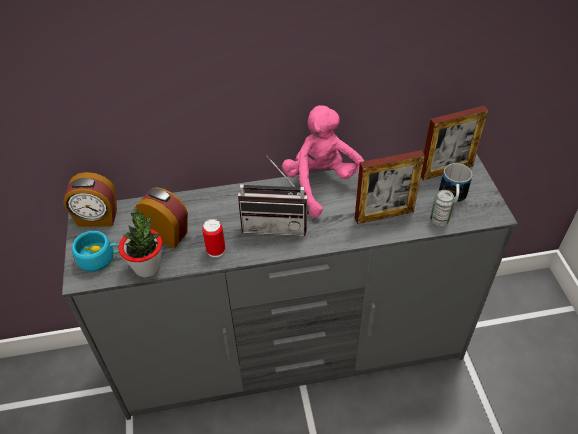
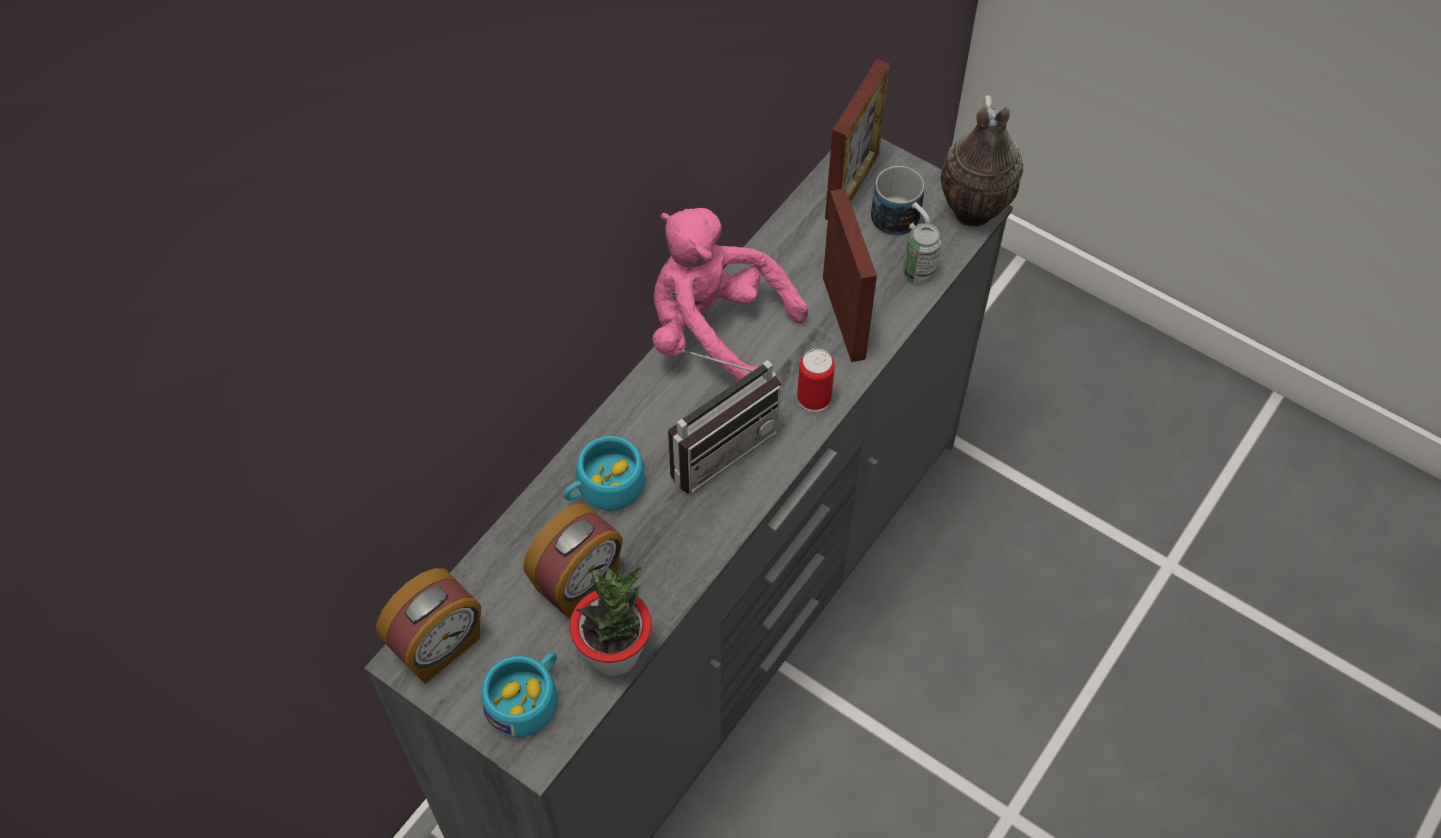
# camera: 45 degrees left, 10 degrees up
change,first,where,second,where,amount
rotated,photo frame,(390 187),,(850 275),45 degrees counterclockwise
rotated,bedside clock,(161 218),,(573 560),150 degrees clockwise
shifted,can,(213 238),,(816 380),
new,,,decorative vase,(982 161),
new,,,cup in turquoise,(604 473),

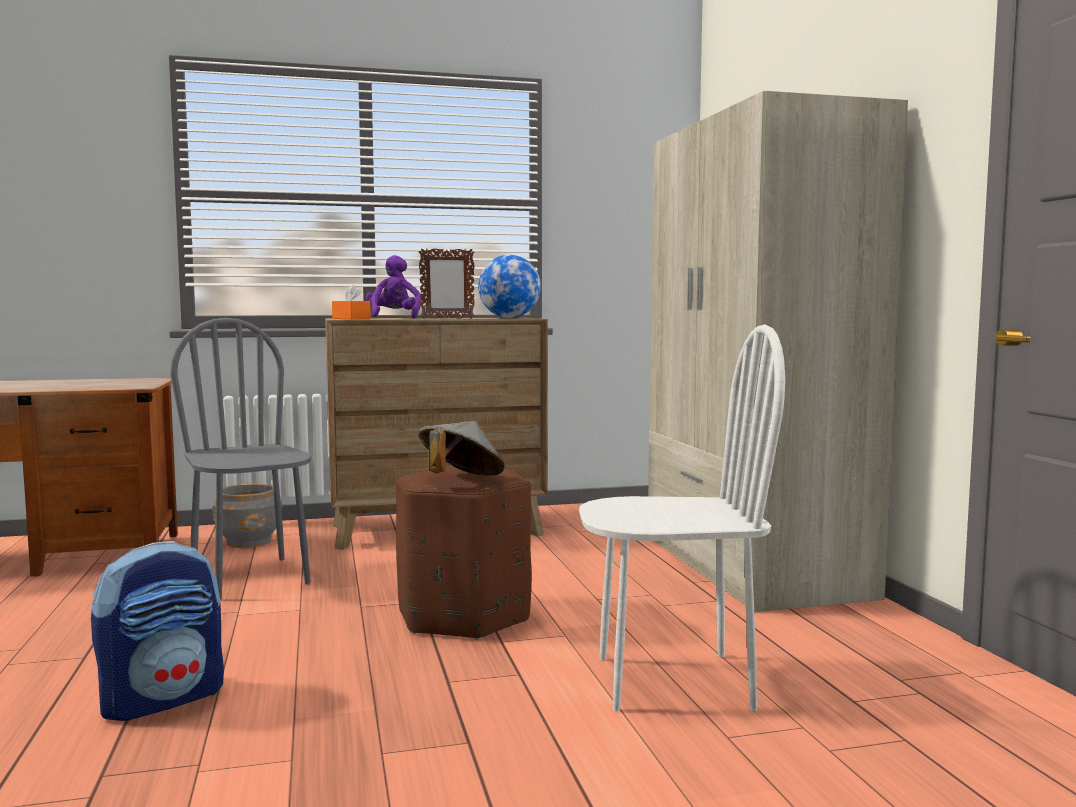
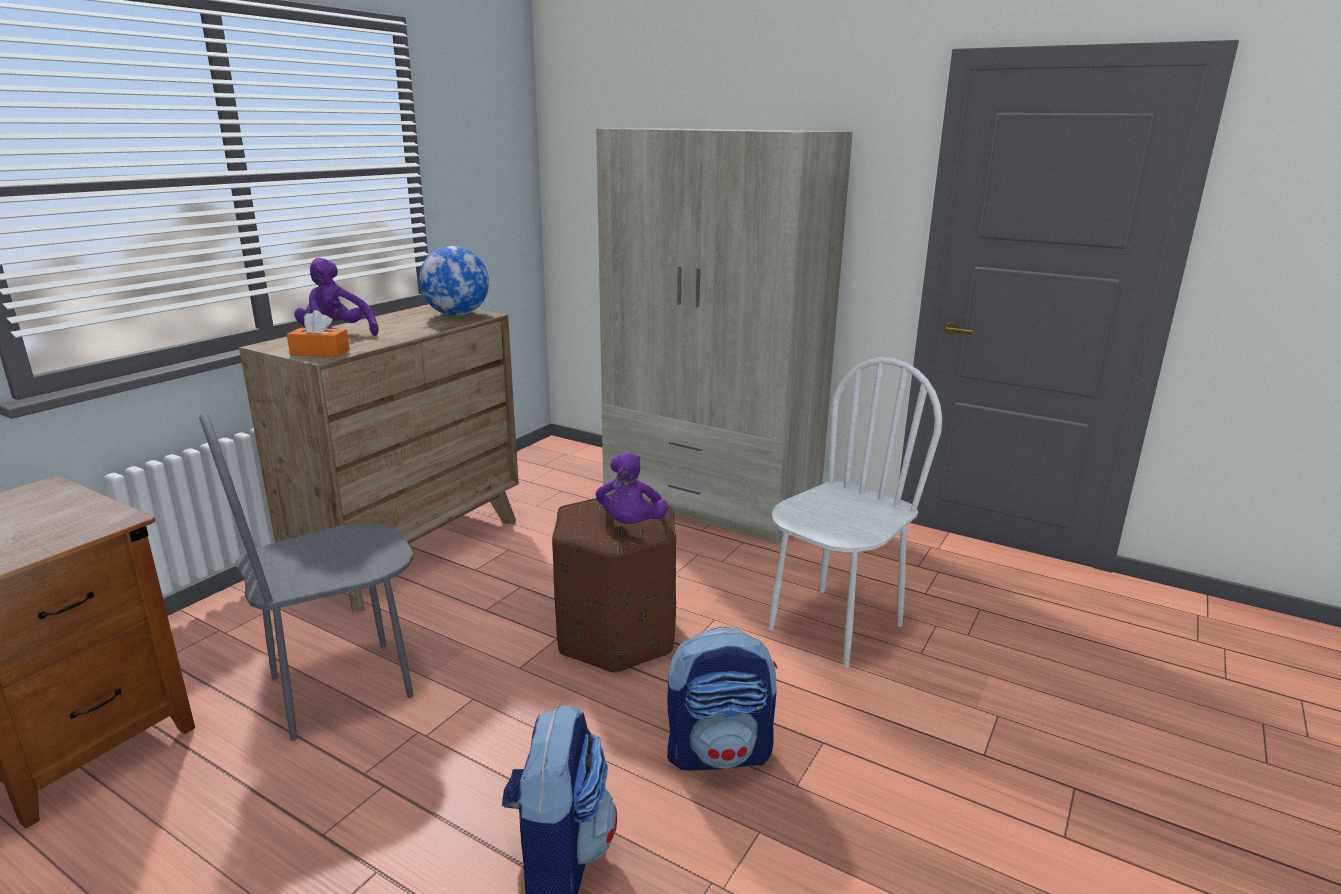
# camera: 45 degrees left, 15 degrees up
change,first,where,second,where,amount
gone,photo frame,(446 283),,,
rotated,chair in greyish,(241 458),,(306 577),45 degrees counterclockwise
swapped,clothing hat in greyish,(461 448),cuddly toy in purple,(632 488),
gone,plant pot in greyish,(247 516),,,
new,,,rucksack,(722 699),

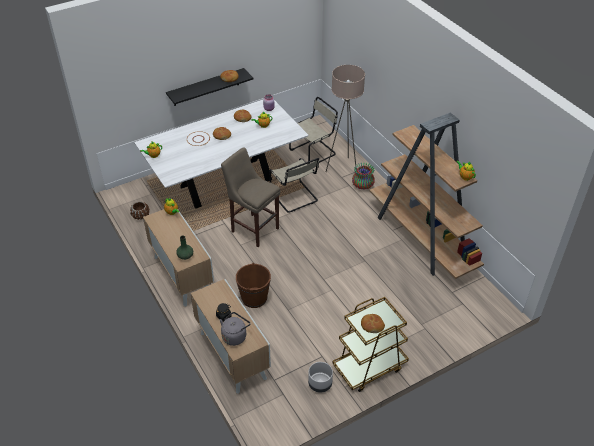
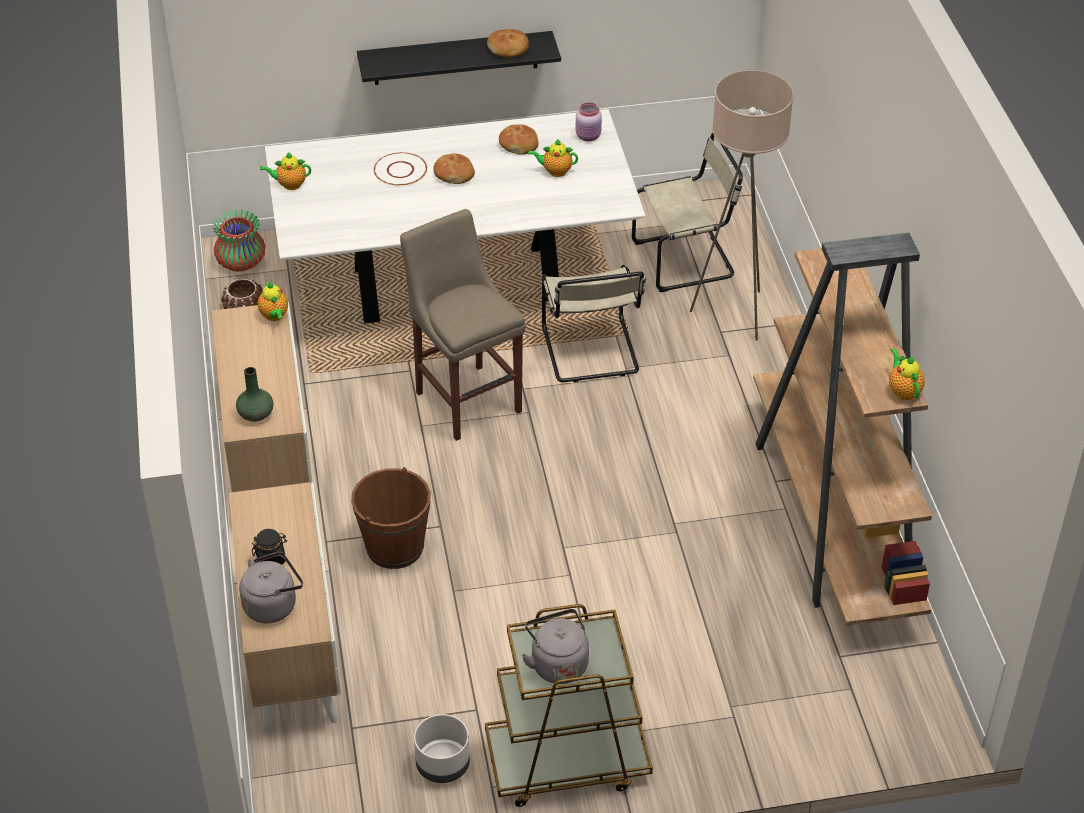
# camera: 20 degrees right, 0 degrees up
change,first,where,second,where,amount
shifted,decorative vase,(363 175),,(239 240),
swapped,bakery bread,(373 323),kettle in greyish,(555 646),

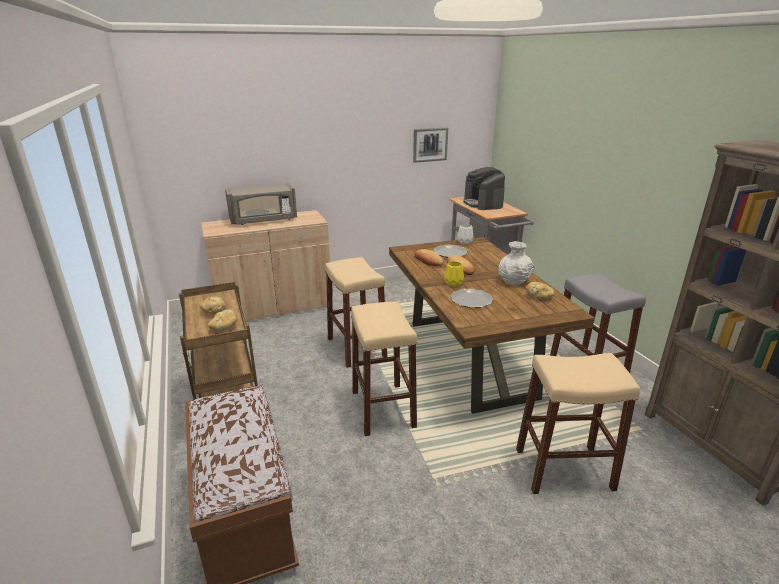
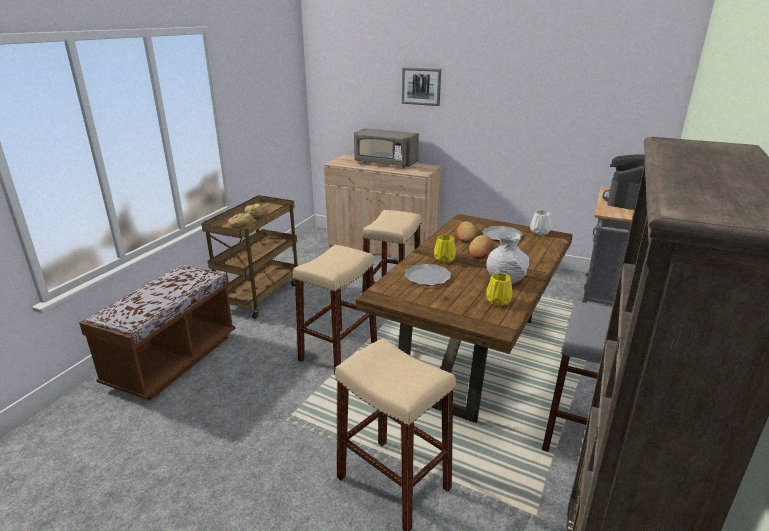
# camera: 45 degrees right, 0 degrees up
change,first,where,second,where,amount
shifted,wall art,(430 145),,(421 86),
swapped,bakery bread,(540 290),decorative vase in yellow,(499 289),

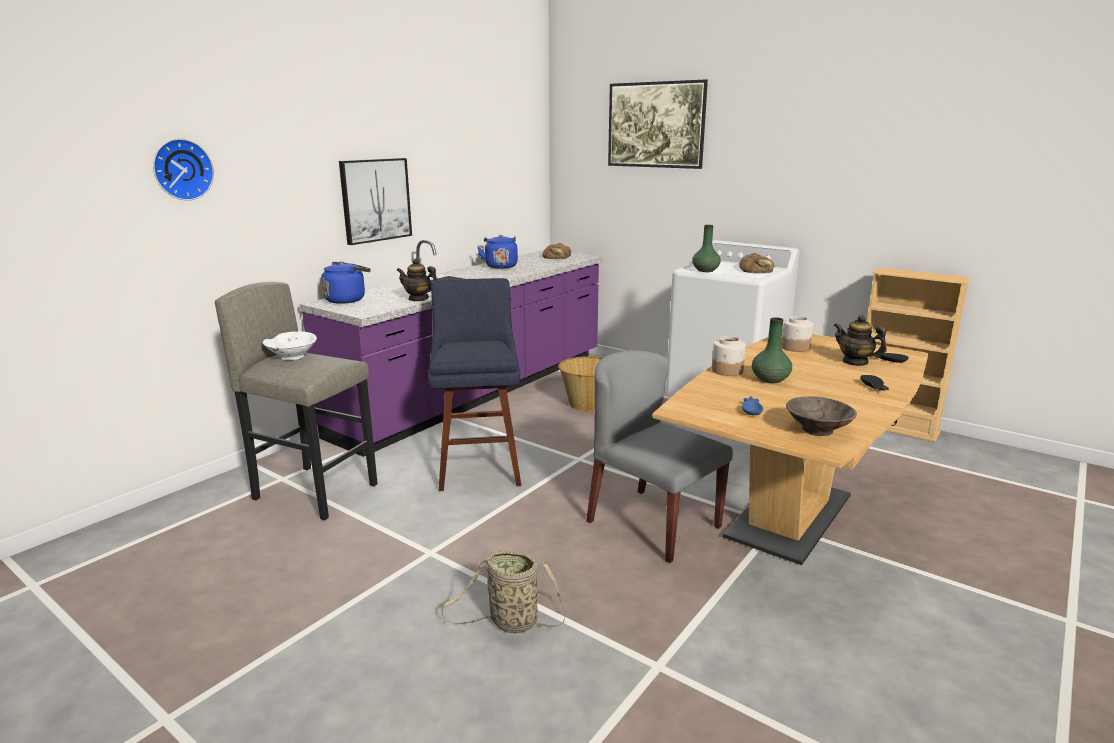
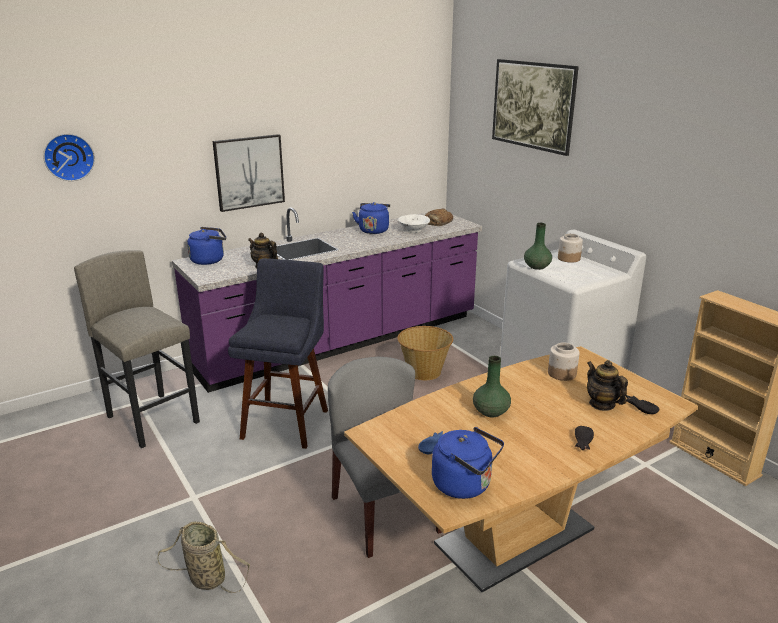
# camera: 20 degrees right, 5 degrees up
change,first,where,second,where,amount
gone,bakery bread,(756 263),,,
shifted,bowl in white-coloured,(290 345),,(414 223),
shifted,jar,(729 356),,(570 248),
swapped,bowl in brownish,(821 416),kettle in blue,(468 463),

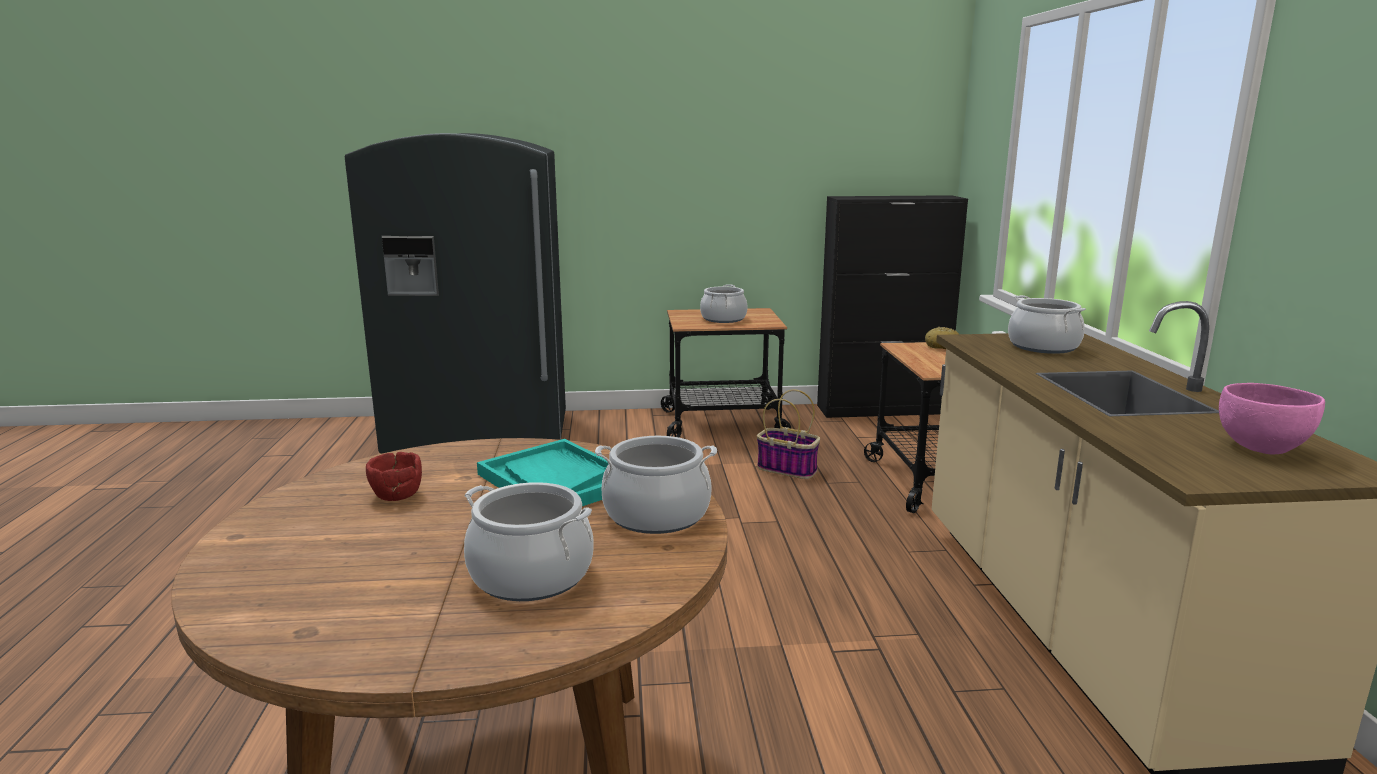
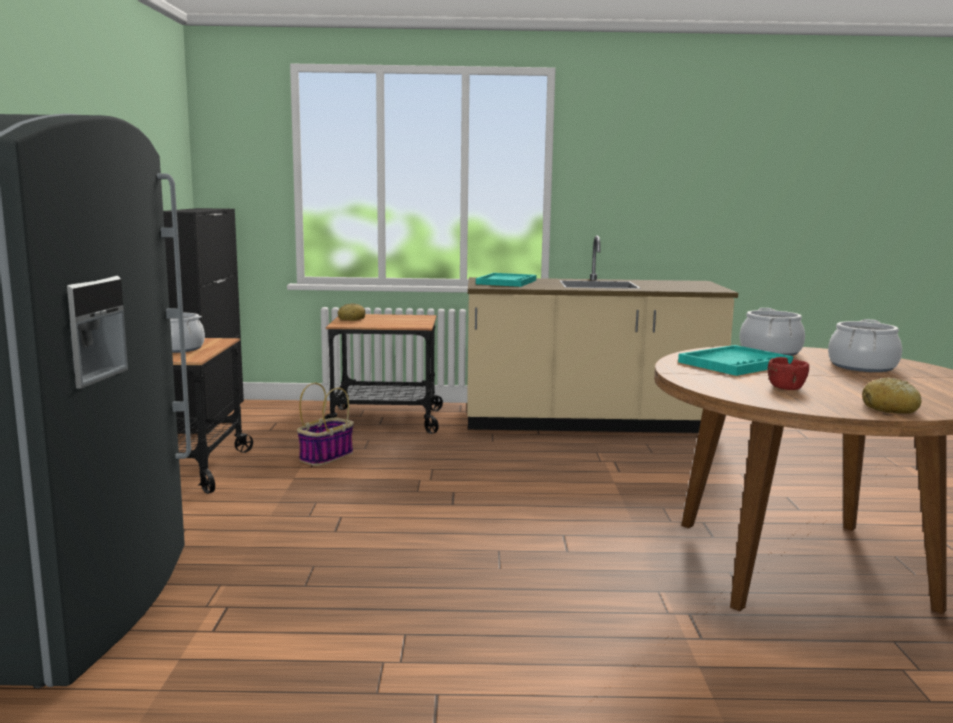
# camera: 85 degrees left, 5 degrees down
change,first,where,second,where,amount
swapped,stockpot,(1047 324),carrying tray in turquoise,(506 280),
gone,bowl in pink,(1272 418),,,
new,,,bakery bread,(892 395),

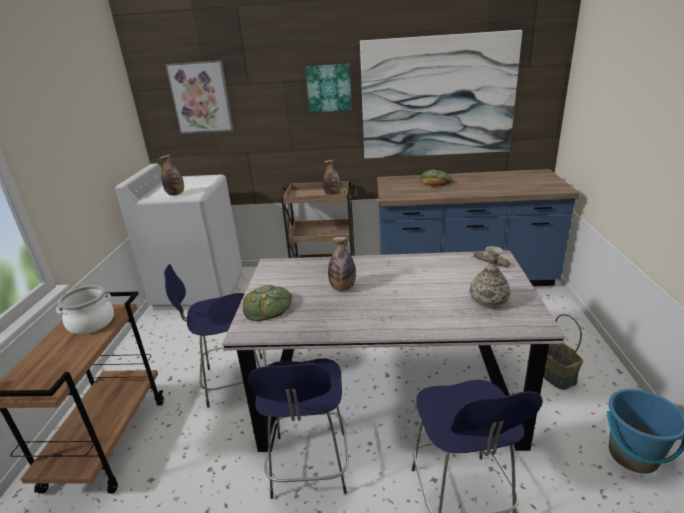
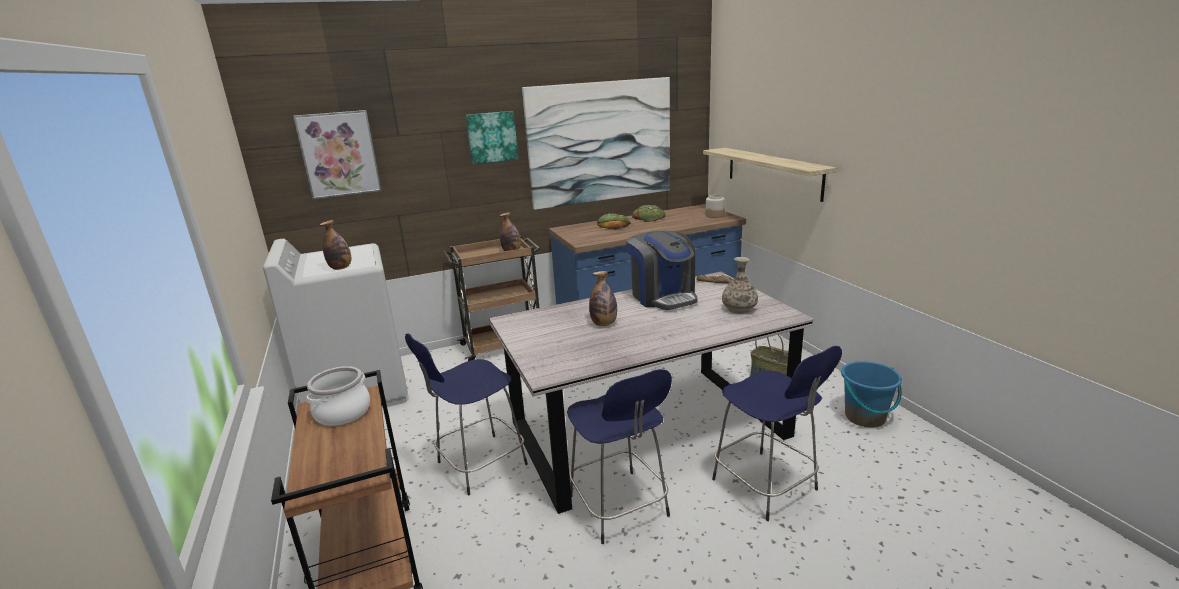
# camera: 25 degrees left, 5 degrees down
change,first,where,second,where,amount
shifted,bakery bread,(267 303),,(648 213),
new,,,bracket shelf,(770 175),
new,,,jar,(715 206),
new,,,coffee machine,(662 270),

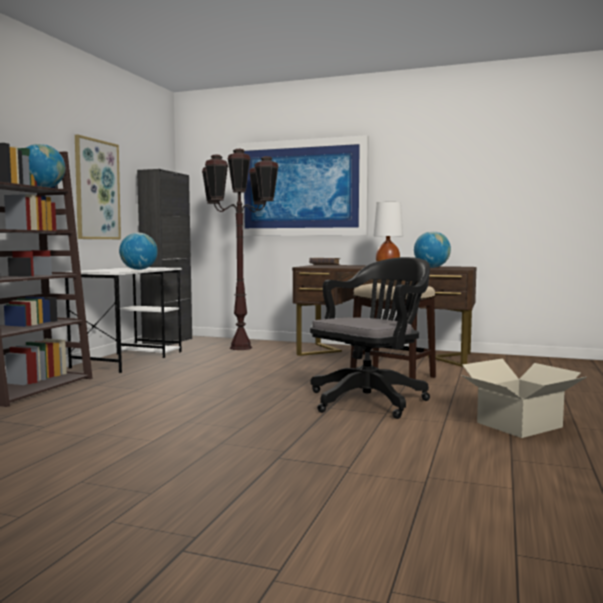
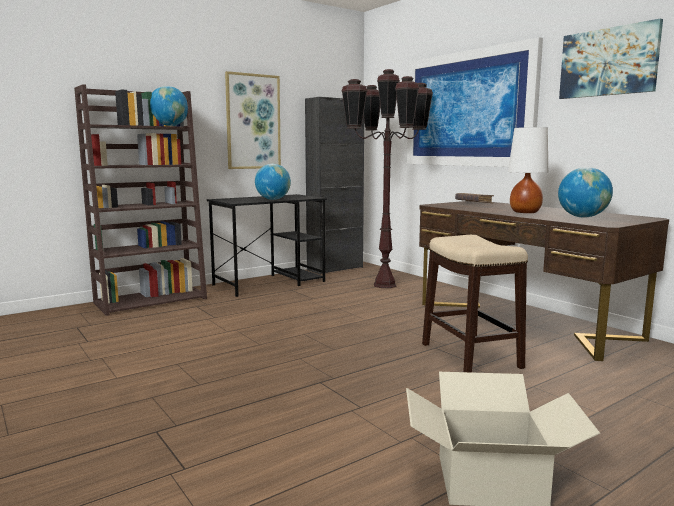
# camera: 35 degrees right, 5 degrees up
change,first,where,second,where,amount
gone,office chair in black,(370 338),,,
repainted,desk table in white-coloured,(123 320),desk table in black,(267 245),
new,,,wall art,(611 59),

